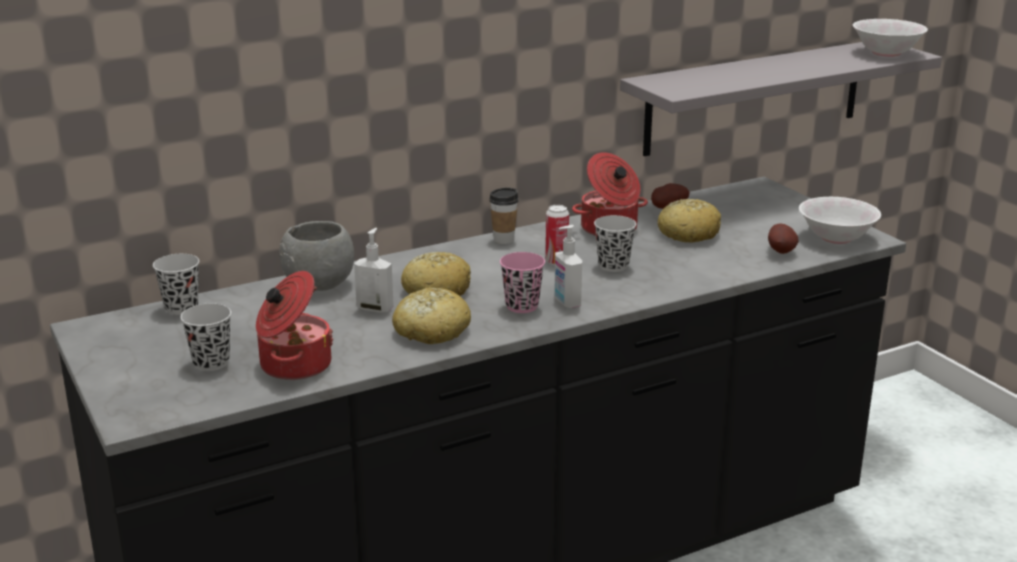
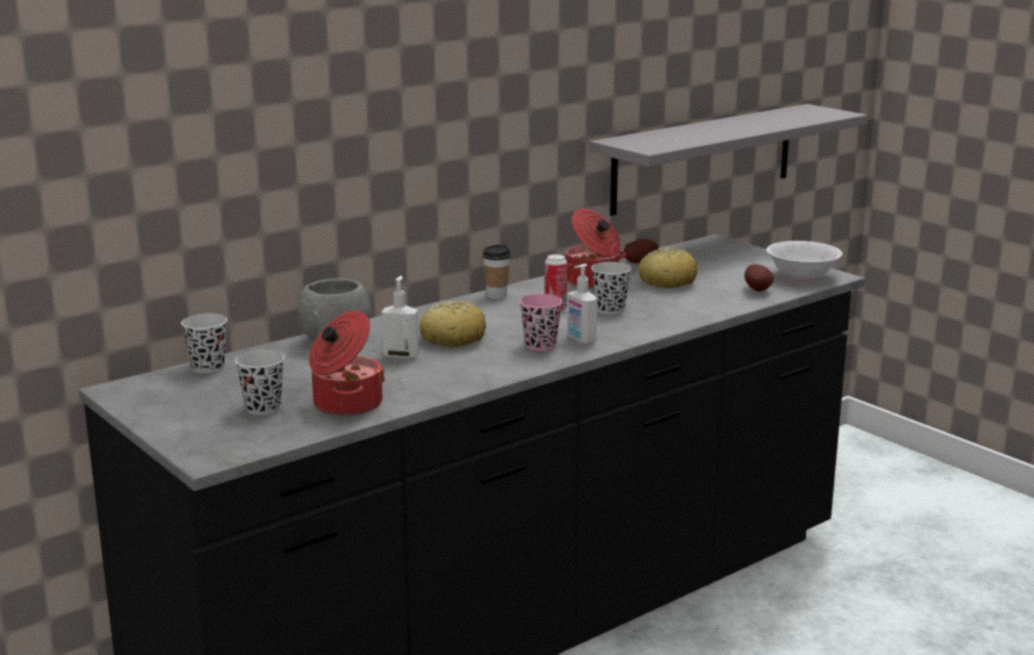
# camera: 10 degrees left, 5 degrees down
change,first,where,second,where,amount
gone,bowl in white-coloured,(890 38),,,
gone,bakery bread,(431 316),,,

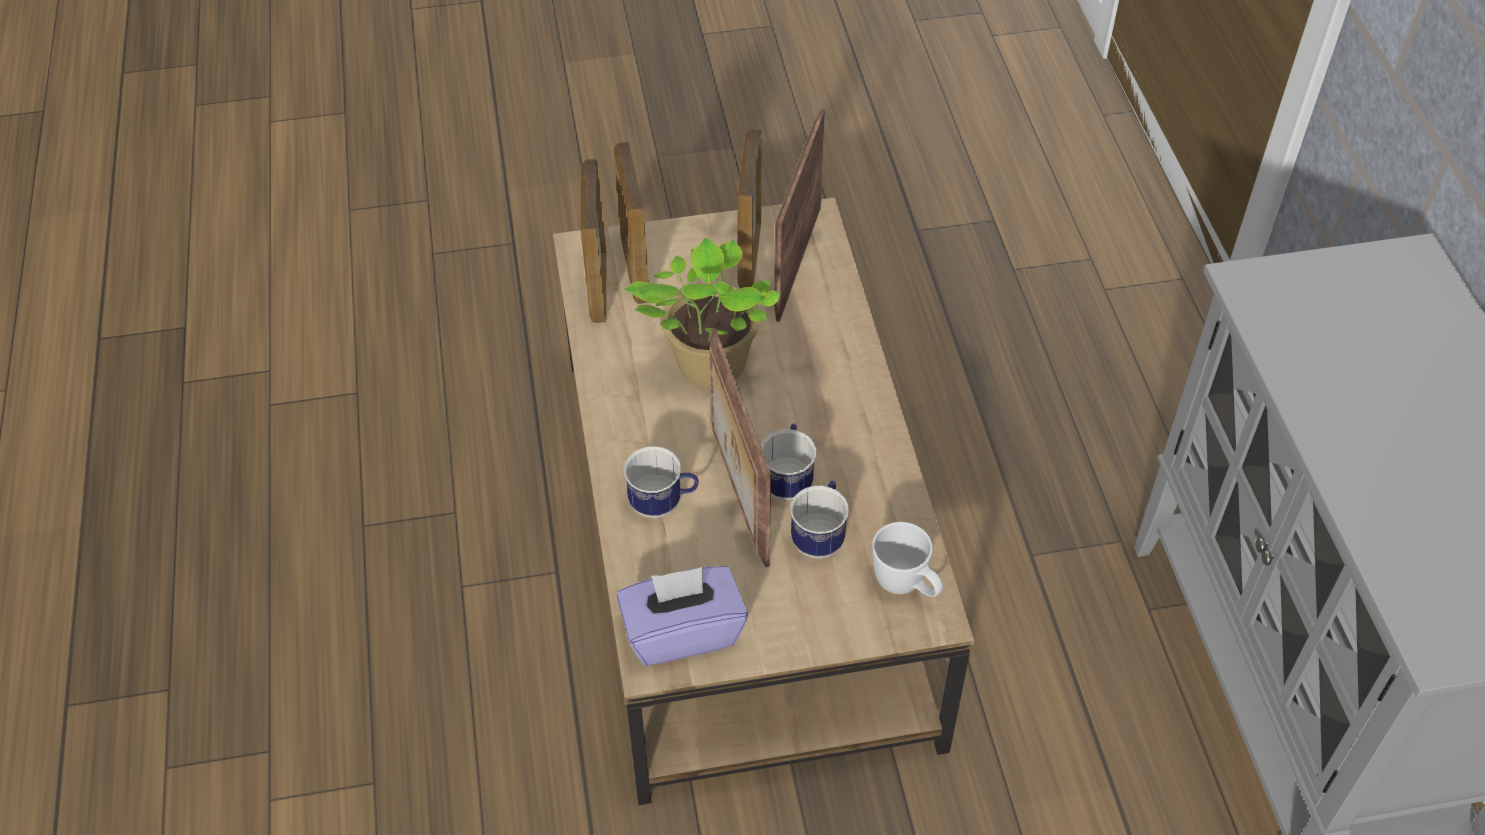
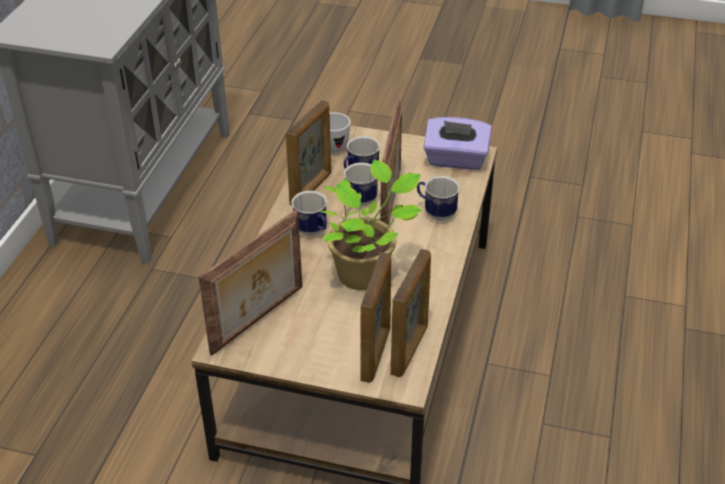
# camera: 155 degrees left, 10 degrees down
change,first,where,second,where,amount
shifted,photo frame,(749 208),,(308 152),
new,,,tea mug,(309 213),

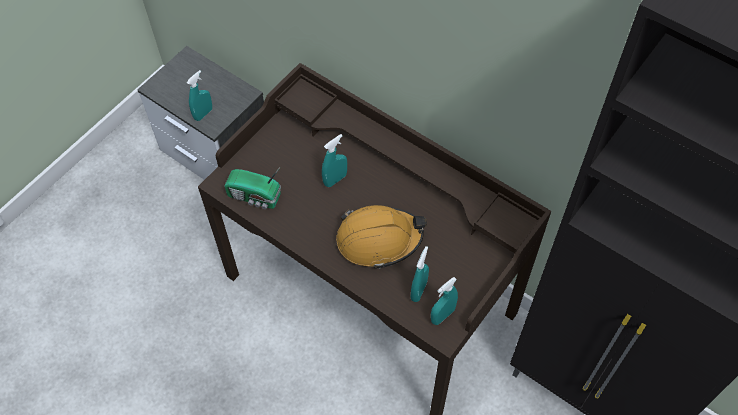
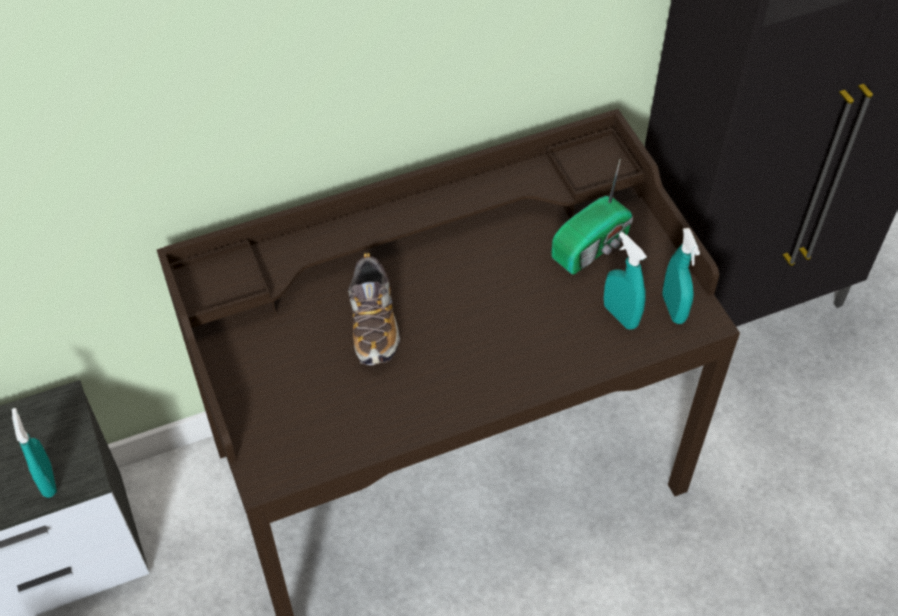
# camera: 60 degrees left, 5 degrees down
change,first,where,second,where,amount
swapped,hand sprayer in turquoise,(334 160),low shoe,(374 309),
shifted,radio,(253 187),,(592 217),
gone,safety helmet in orangey,(381 237),,,

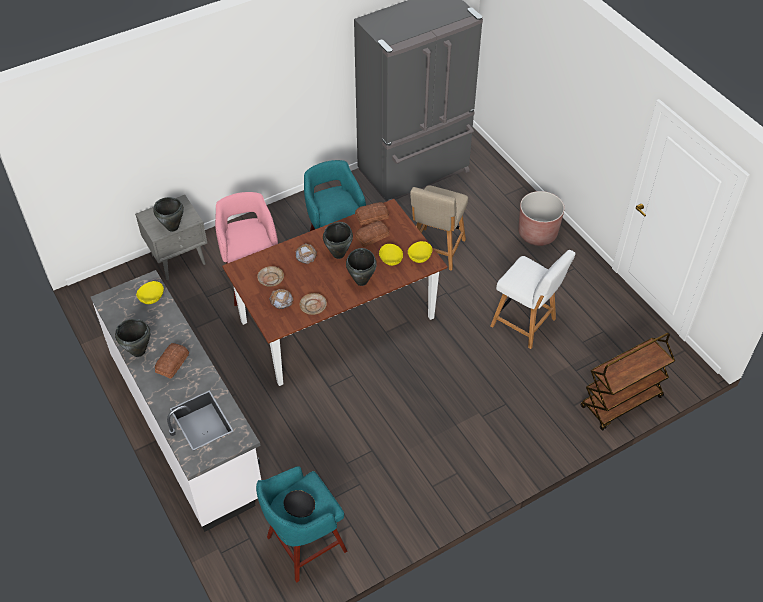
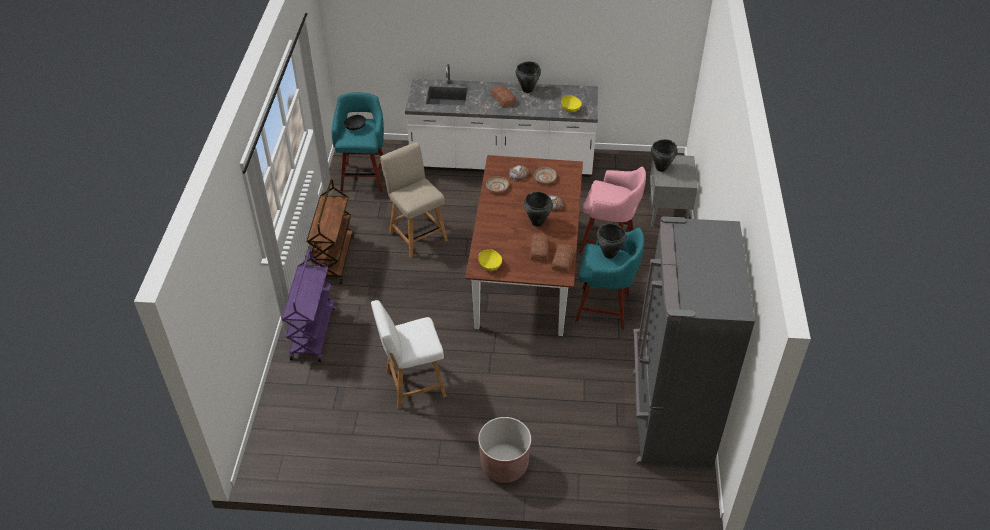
# camera: 125 degrees right, 5 degrees down
change,first,where,second,where,amount
shifted,chair in sand-coloured,(439 228),,(414 200),
gone,bowl in yellow,(391 255),,,
shifted,stockpot in black,(361 267),,(612 241),
shifted,cart in brownish,(628 381),,(330 231),
new,,,cart in purple,(308 305),

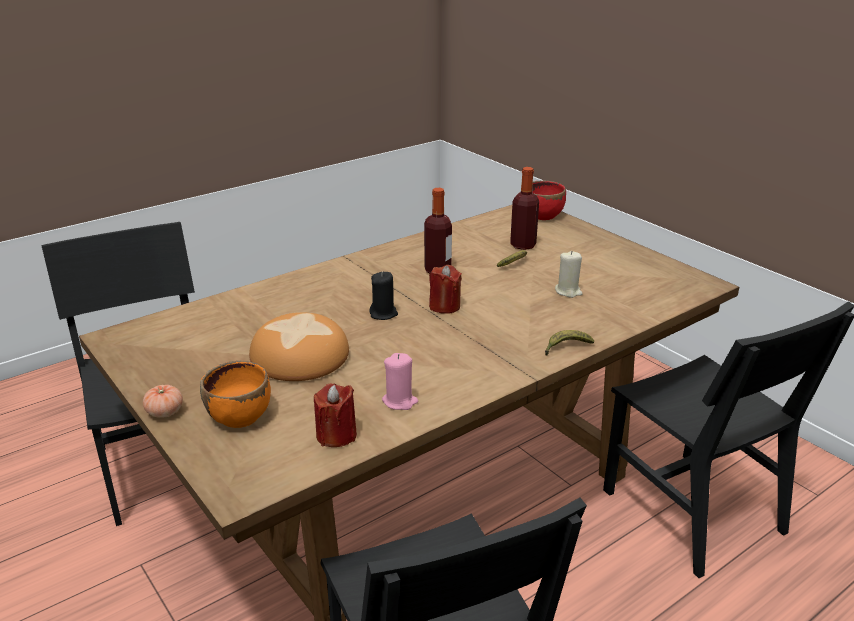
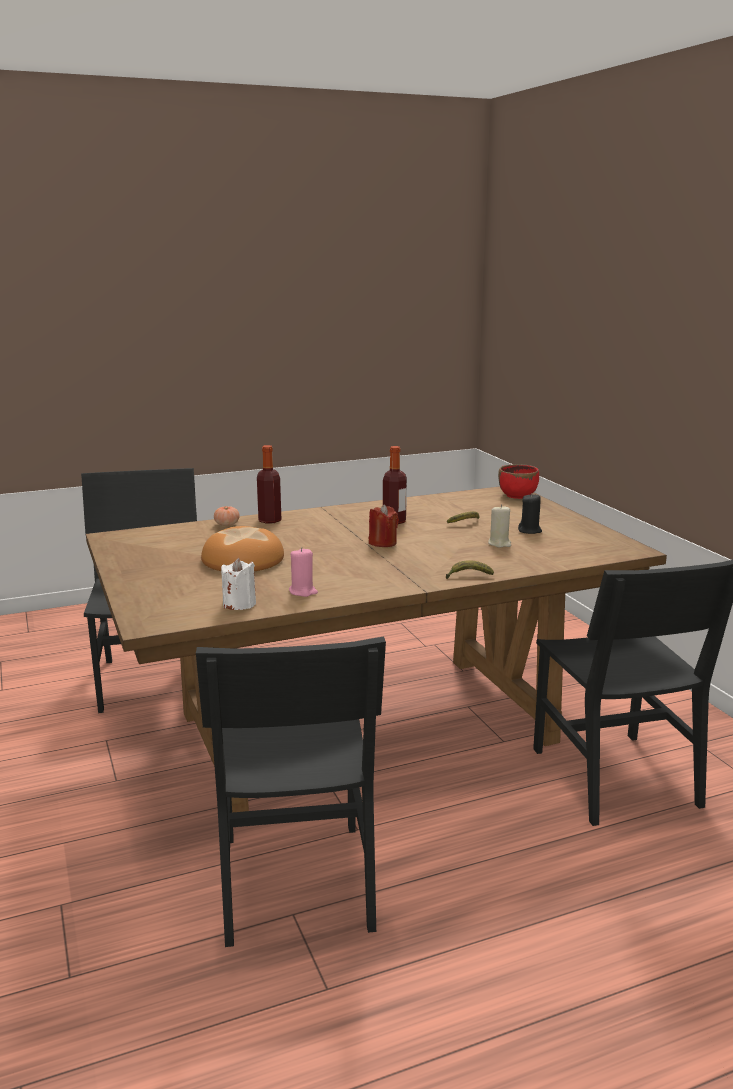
# camera: 15 degrees right, 10 degrees down
change,first,where,second,where,amount
shifted,beverage bottle,(524 208),,(269 484),
shifted,wax light in black,(383 296),,(530 513),
gone,bowl in orangey,(235 394),,,
repainted,wax light in red,(335 415),wax light in white-coloured,(238 584),
shifted,fresh tomato,(163 401),,(227 516),

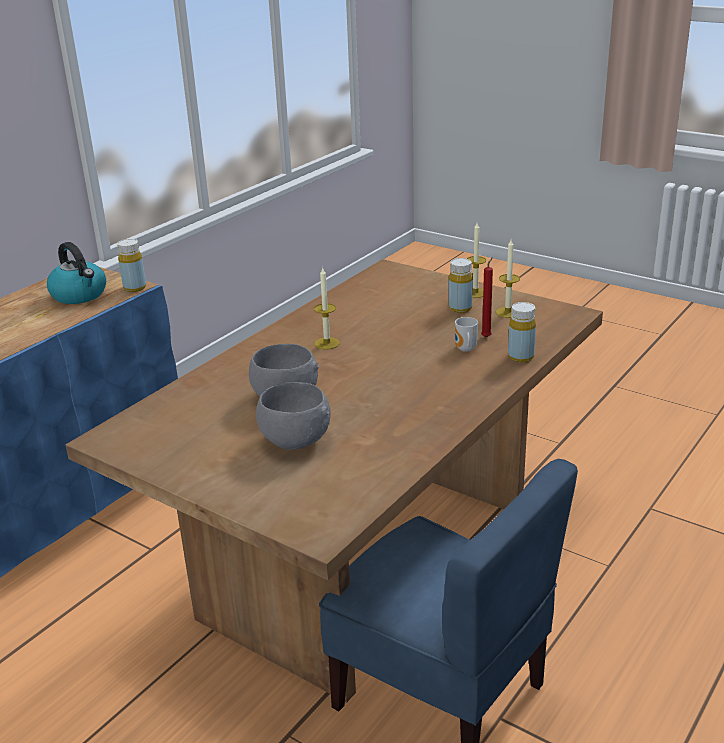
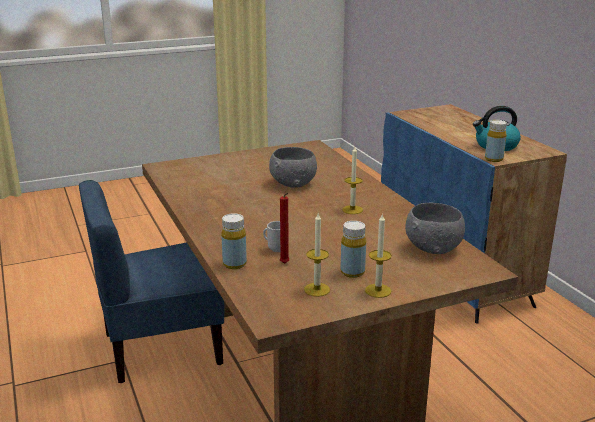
# camera: 120 degrees right, 5 degrees down
change,first,where,second,where,amount
shifted,bowl in greyish,(293 416),,(435 228),

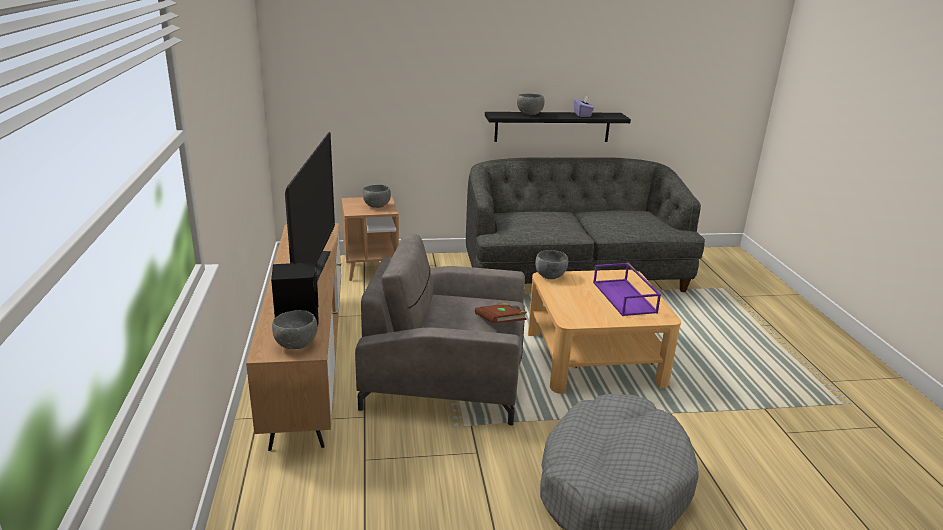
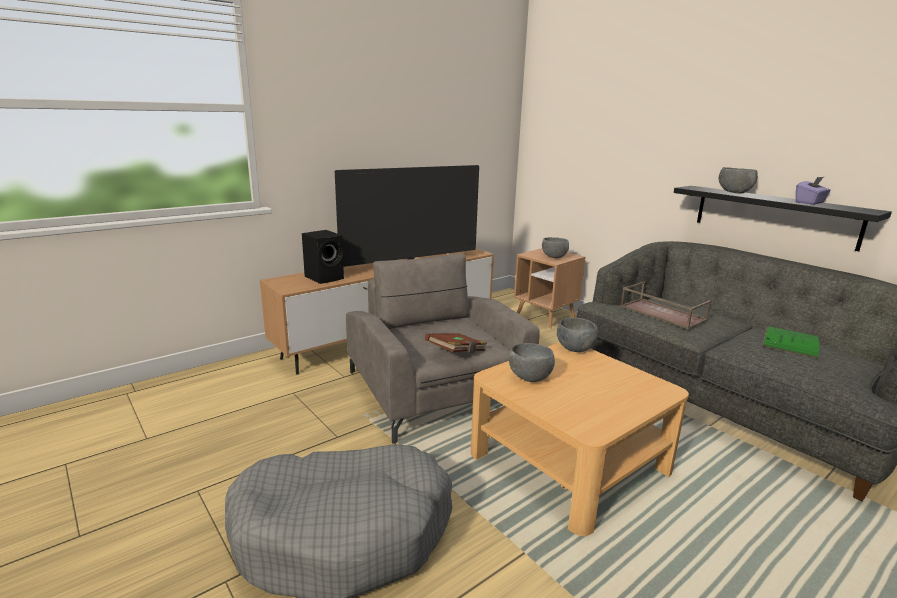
# camera: 60 degrees right, 5 degrees down
change,first,where,second,where,amount
gone,carrying tray in purple,(627 289),,,
shifted,bowl in greyish,(295 329),,(532 362),
new,,,carrying tray in brownish,(666 306),
new,,,bound book in green,(791 342),

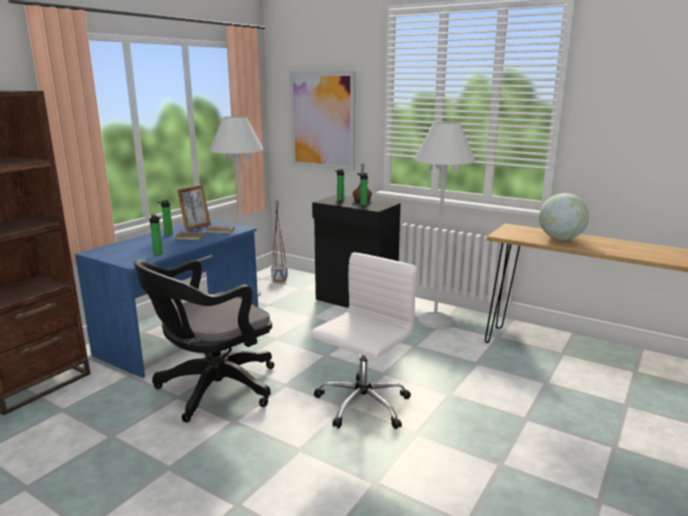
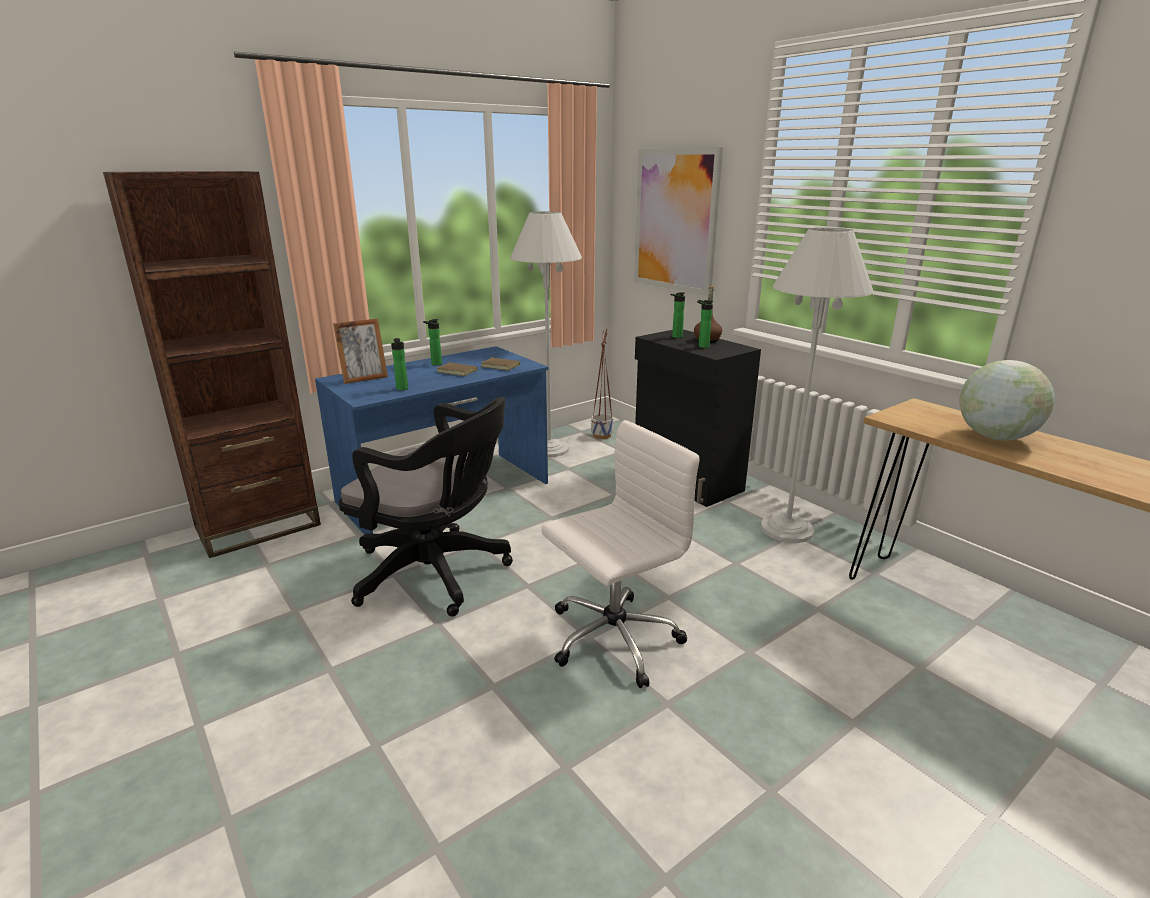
# camera: 20 degrees right, 5 degrees up
change,first,where,second,where,amount
shifted,photo frame,(194 208),,(360 351),
rotated,office chair in black,(203 341),,(426 507),135 degrees counterclockwise

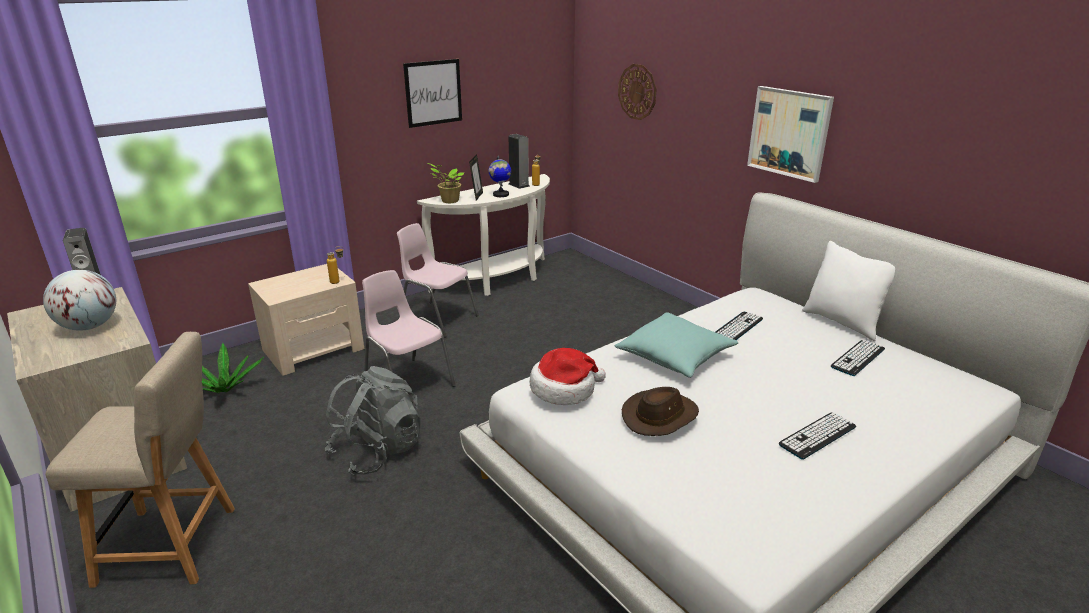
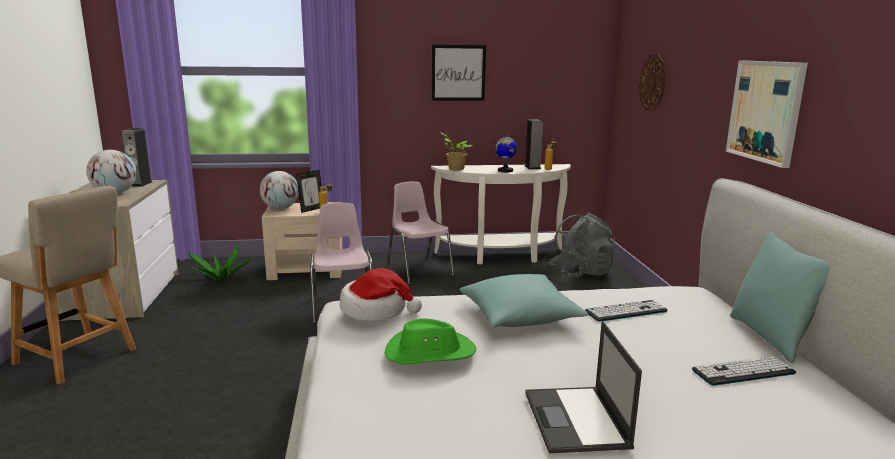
# camera: 30 degrees right, 10 degrees down
change,first,where,second,where,amount
shifted,photo frame,(476 177),,(308 191),
repainted,cushion in white-coloured,(848 291),cushion in turquoise,(780 297),
shifted,rucksack in greyish,(373 421),,(581 245),
repainted,clothing hat in brownish,(660 411),clothing hat in green,(430 341),
swapped,computer keyboard,(817 436),laptop,(583 387),
new,,,globe,(279 190),

